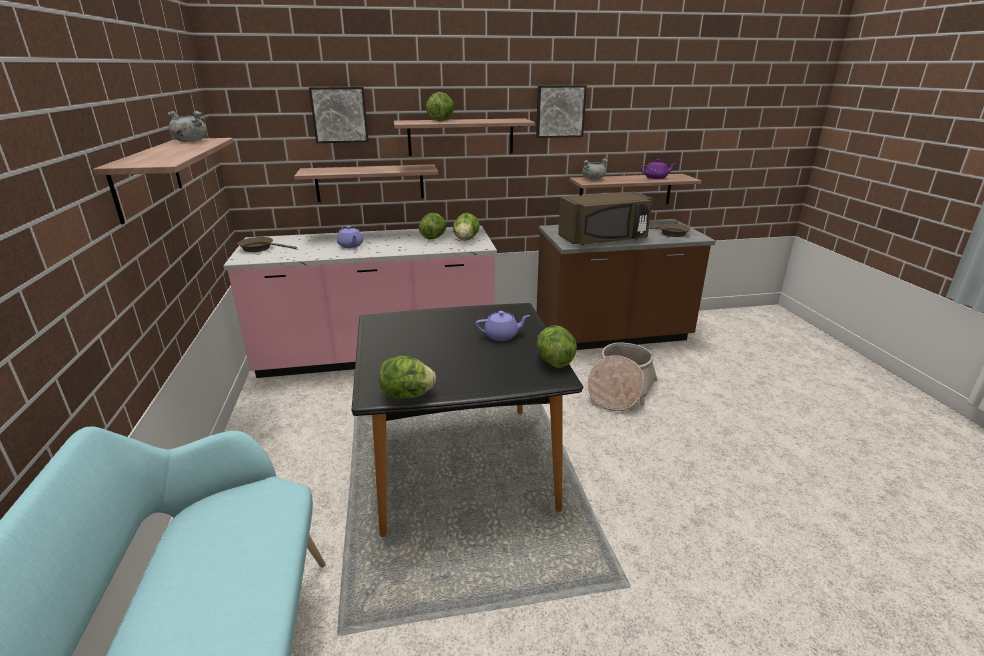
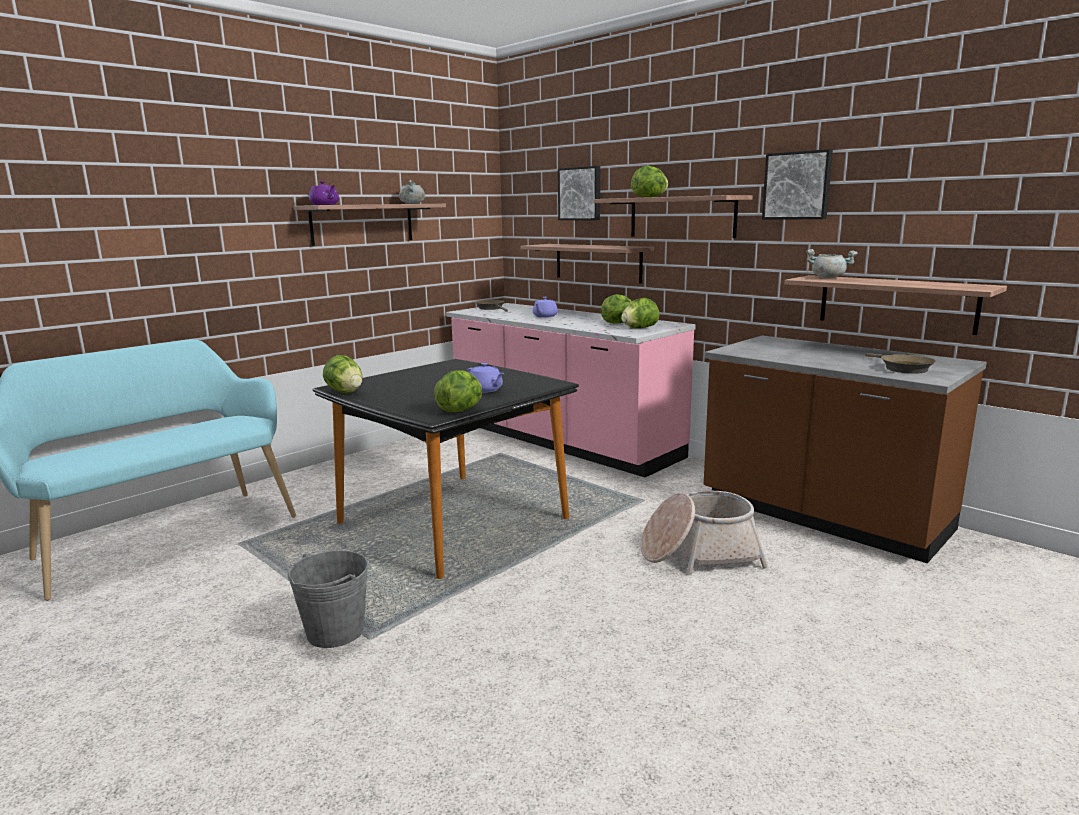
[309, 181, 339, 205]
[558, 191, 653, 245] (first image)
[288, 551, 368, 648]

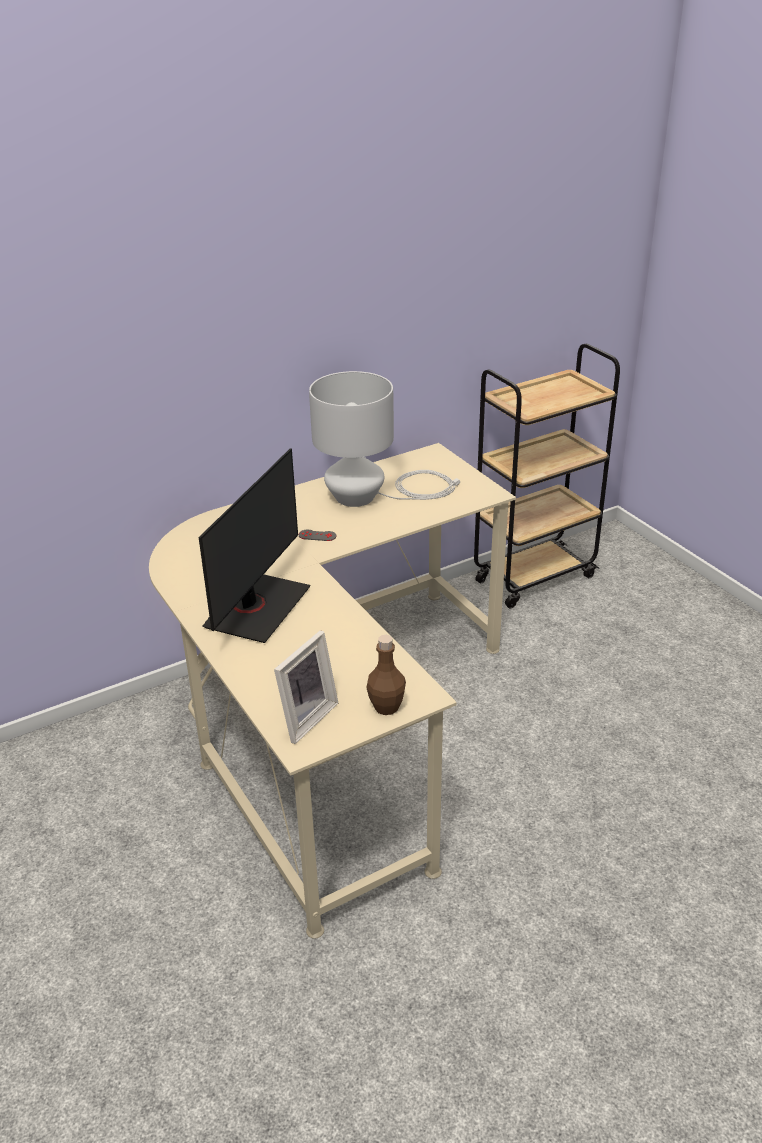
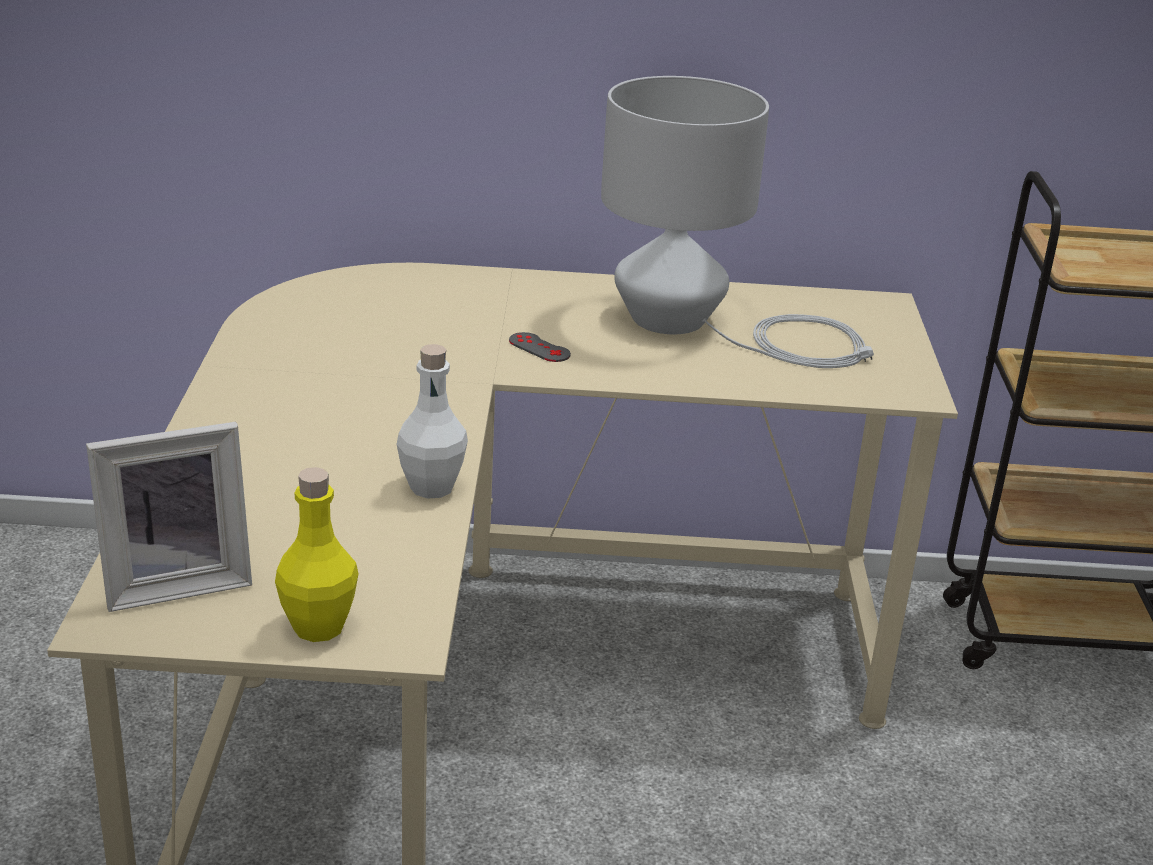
[199, 449, 311, 643] (first image)
[275, 467, 358, 642]
[397, 344, 468, 499]

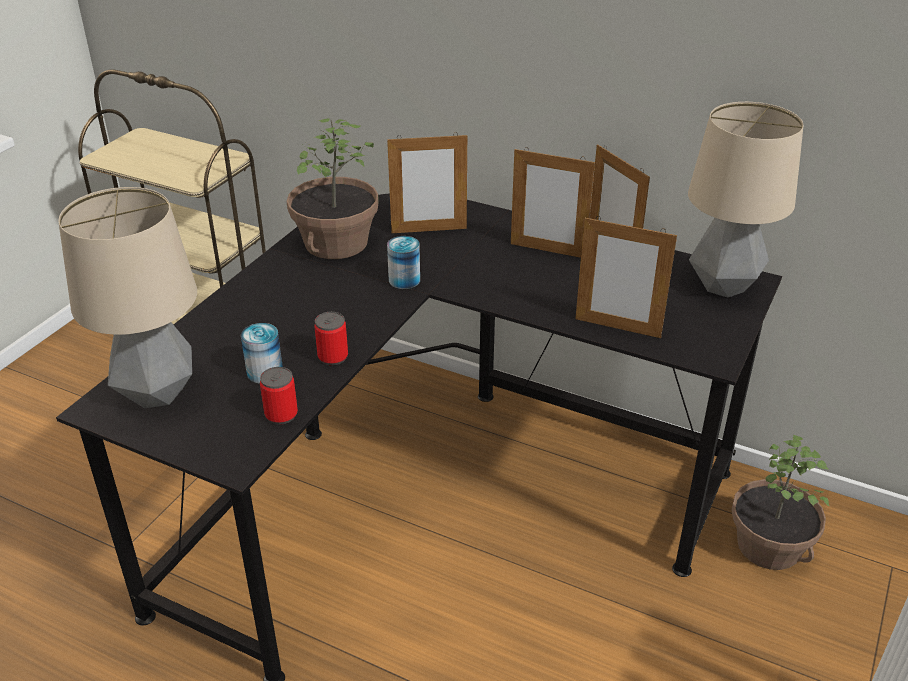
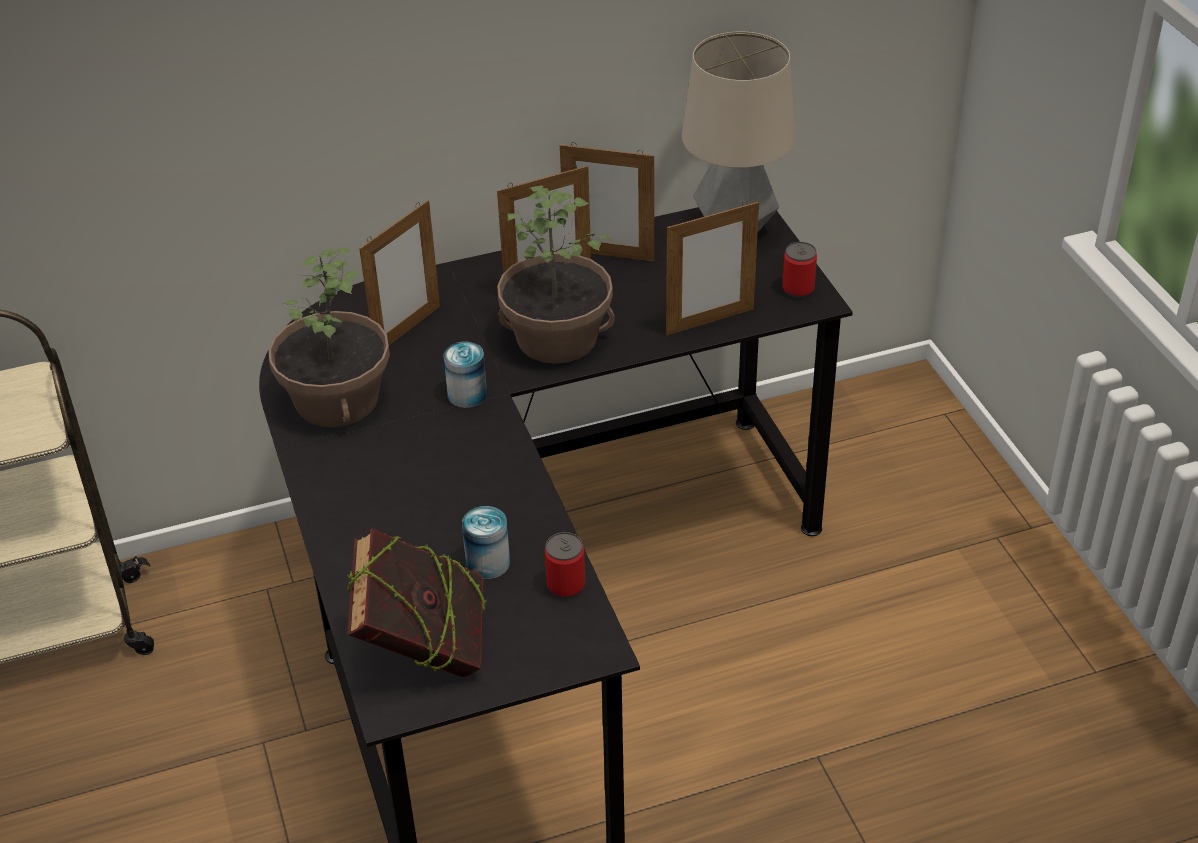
[347, 529, 486, 677]
[783, 242, 817, 298]
[497, 186, 615, 364]

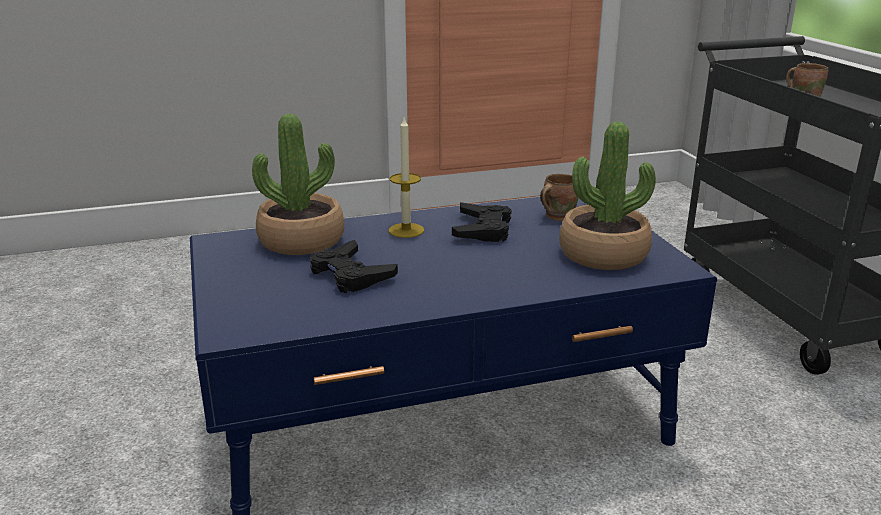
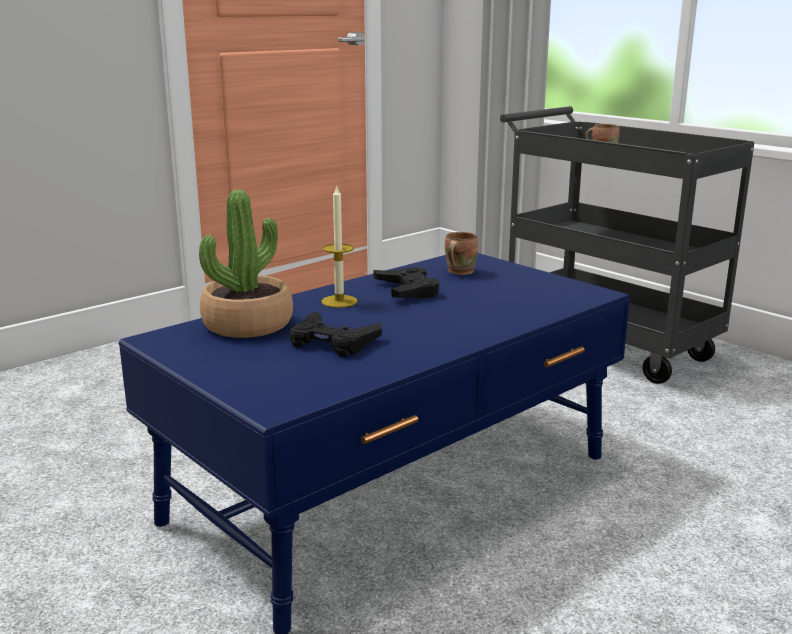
[559, 122, 656, 270] (first image)

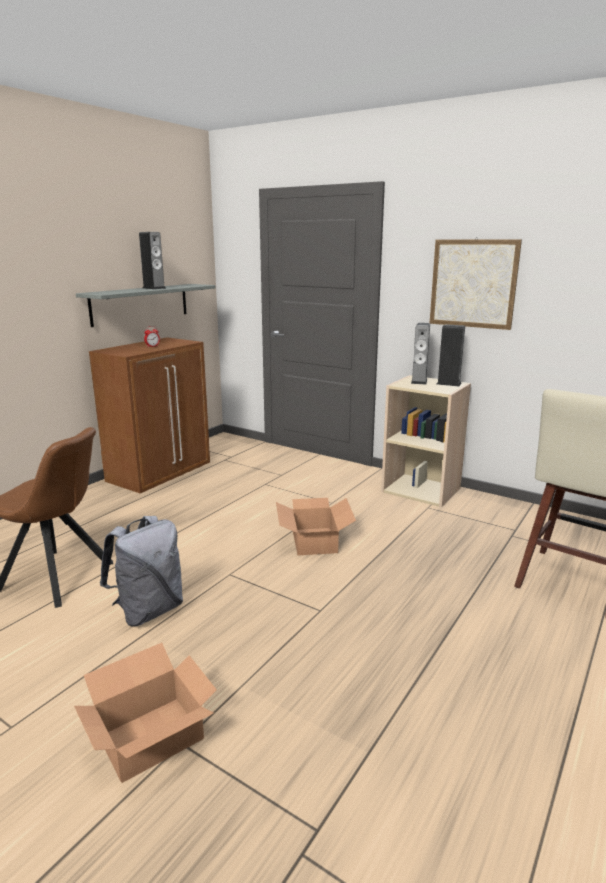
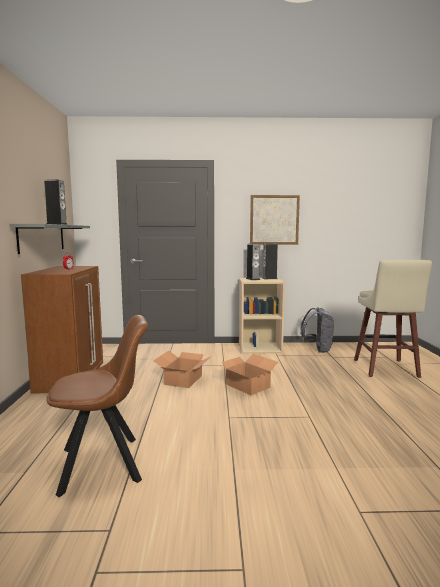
[300, 307, 334, 353]
[153, 351, 212, 388]

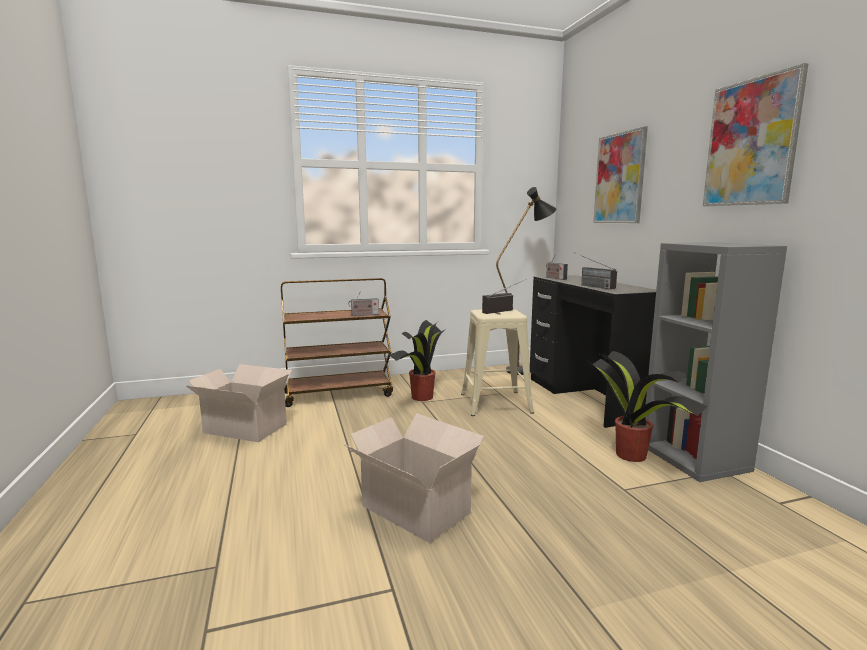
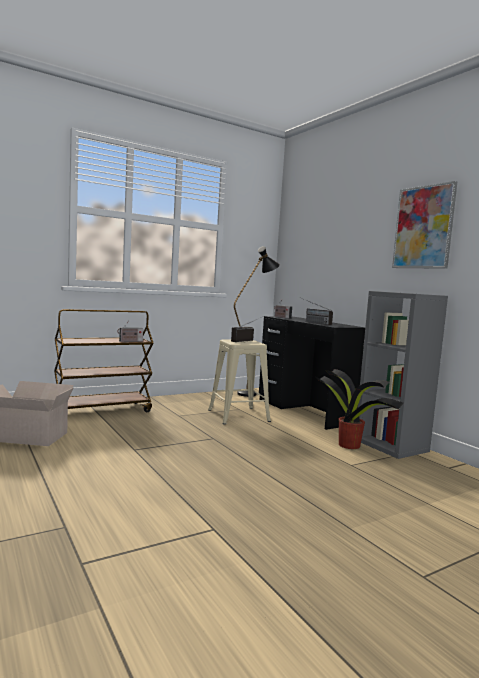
[593, 126, 648, 223] (first image)
[389, 320, 446, 401] (first image)
[344, 413, 484, 543] (first image)

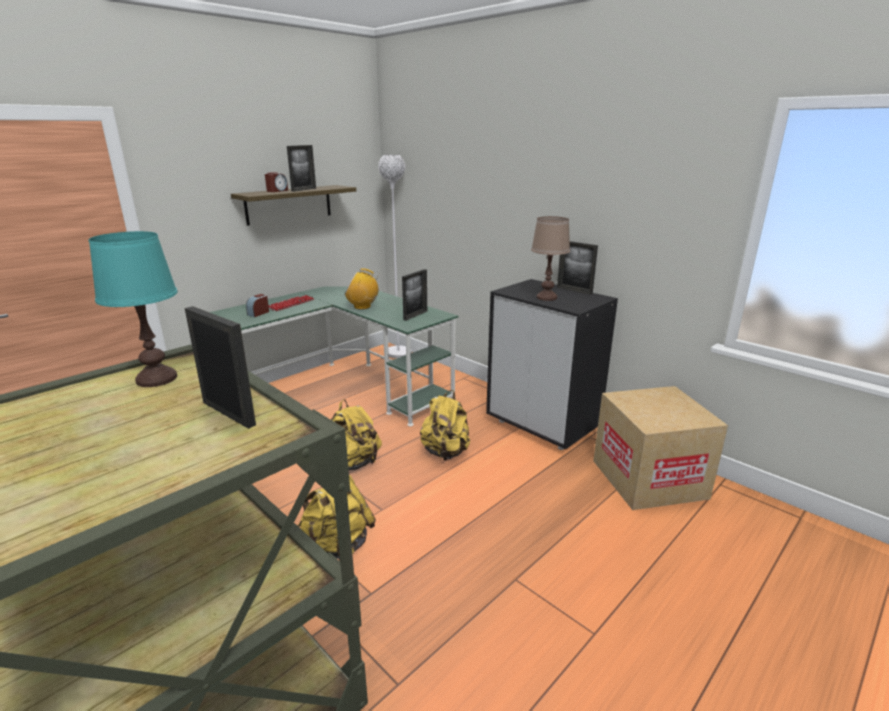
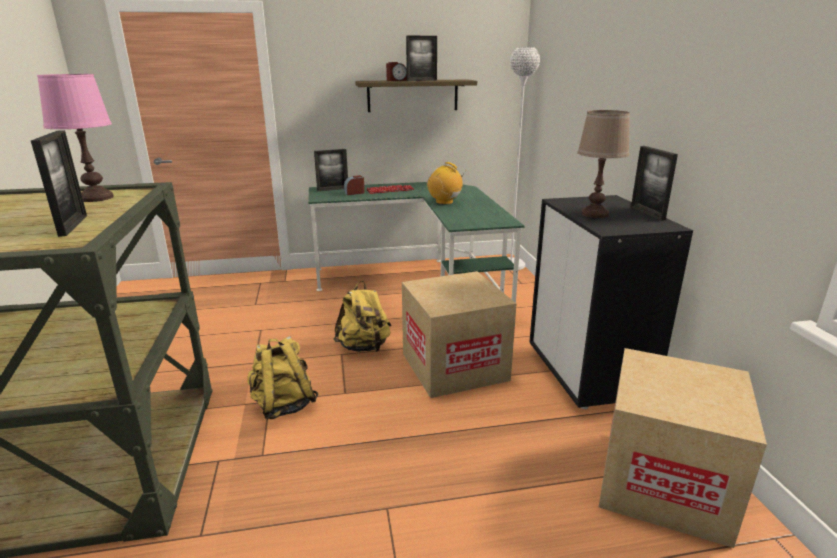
[37, 74, 114, 202]
[314, 149, 348, 191]
[402, 271, 516, 398]

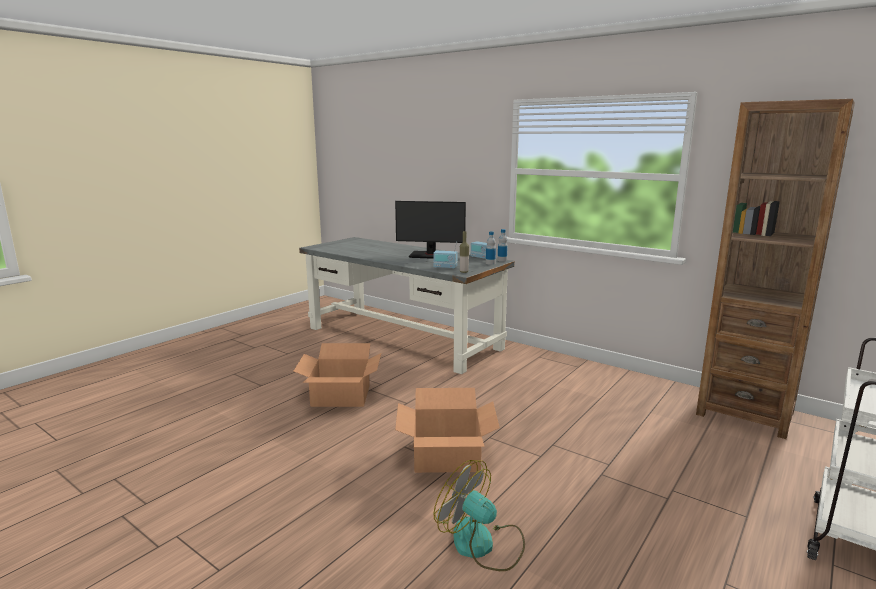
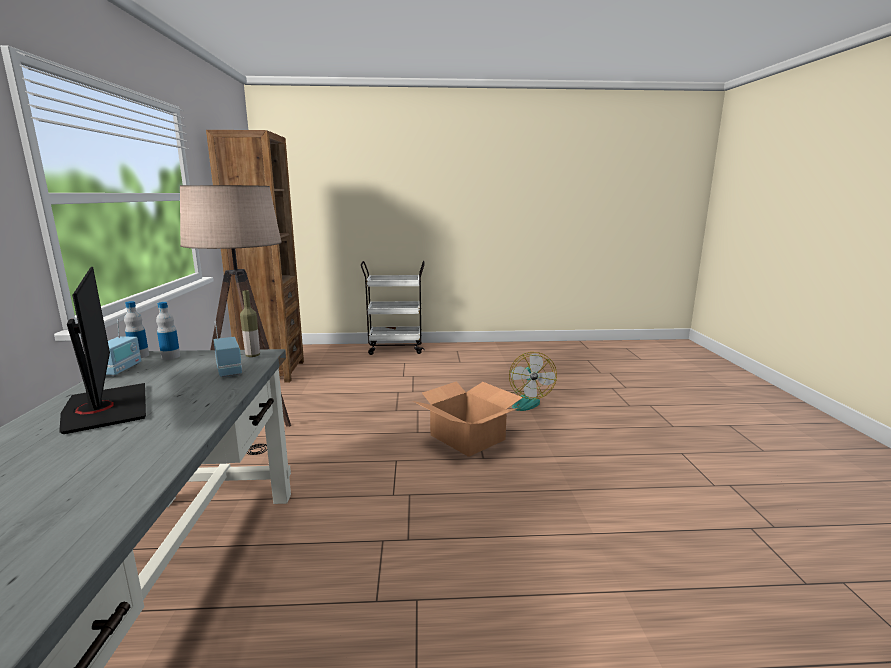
[294, 343, 381, 407] (first image)
[180, 185, 291, 455]

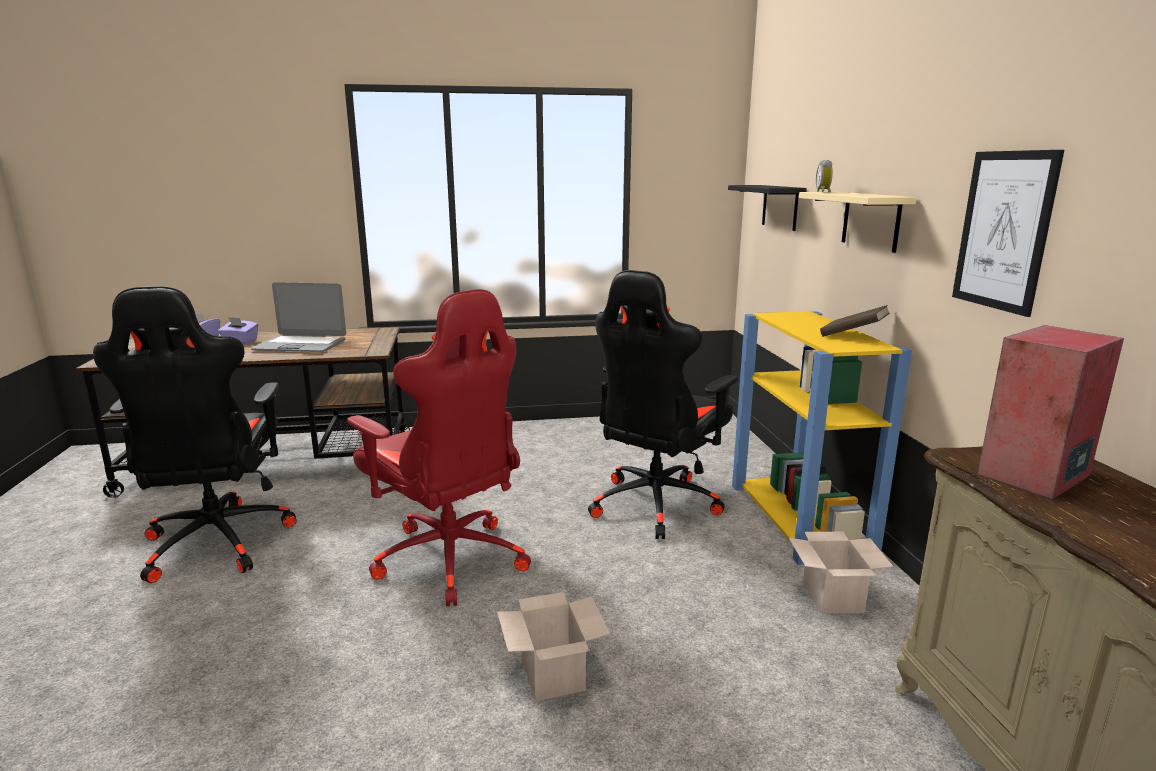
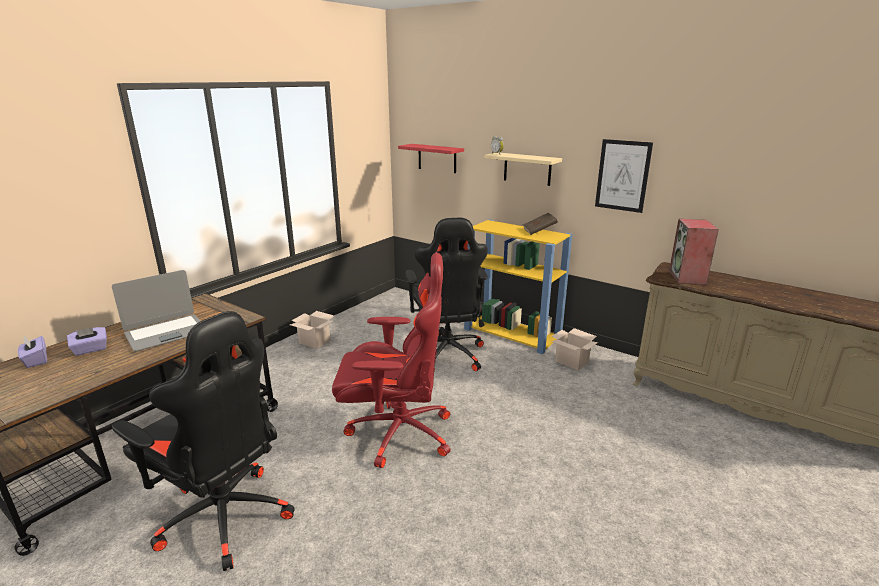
[398, 144, 464, 173]
[290, 311, 334, 349]

